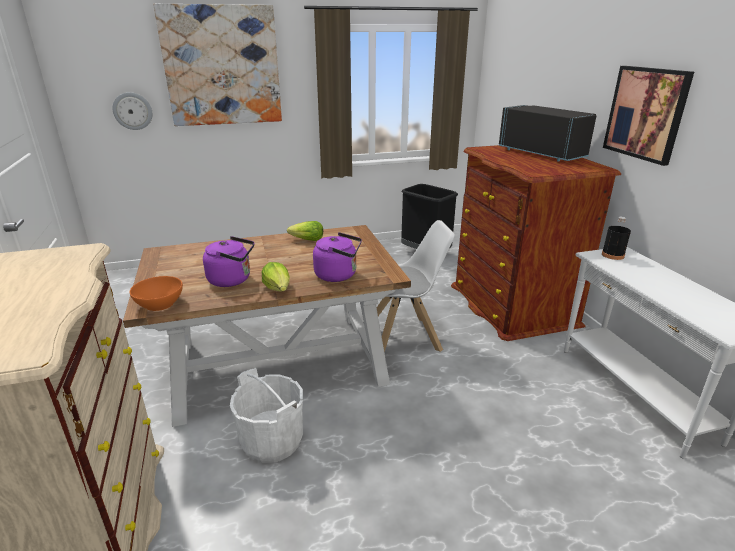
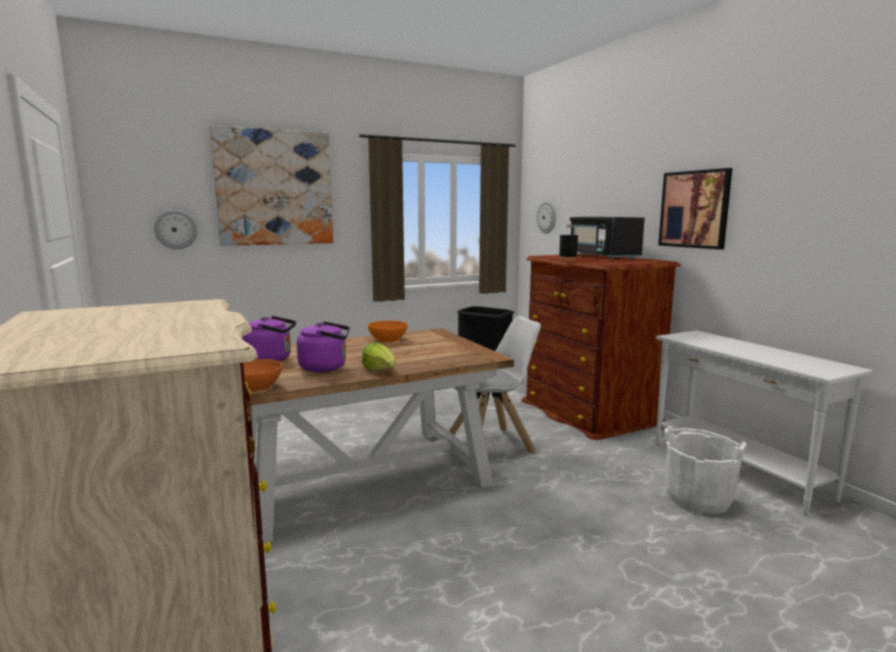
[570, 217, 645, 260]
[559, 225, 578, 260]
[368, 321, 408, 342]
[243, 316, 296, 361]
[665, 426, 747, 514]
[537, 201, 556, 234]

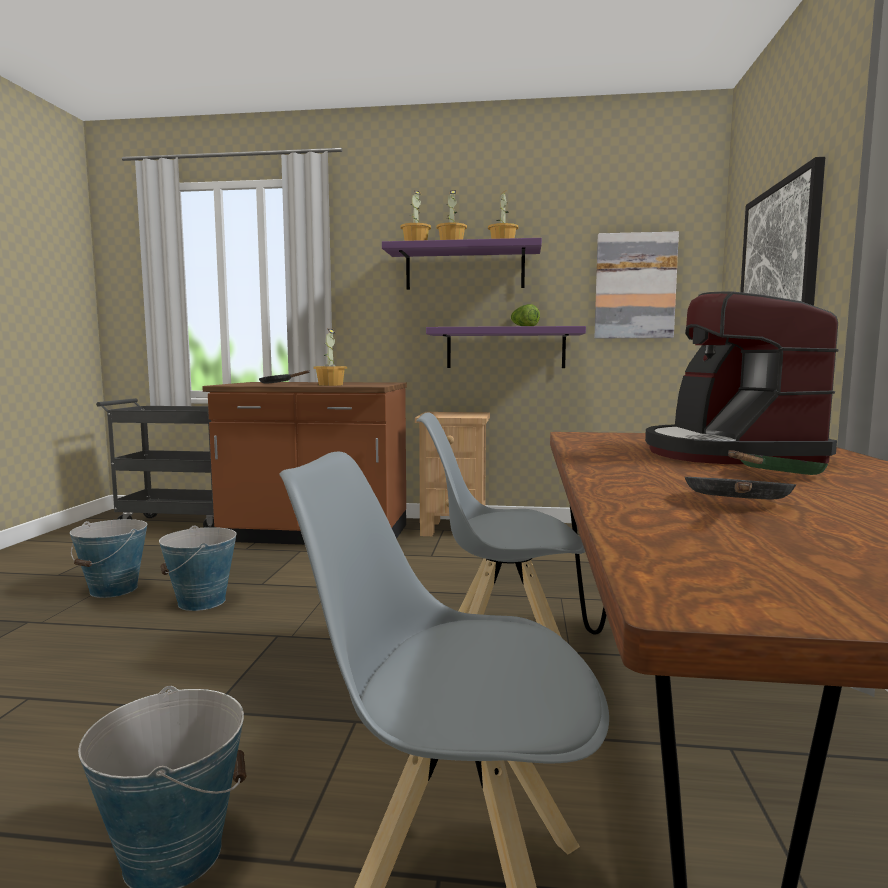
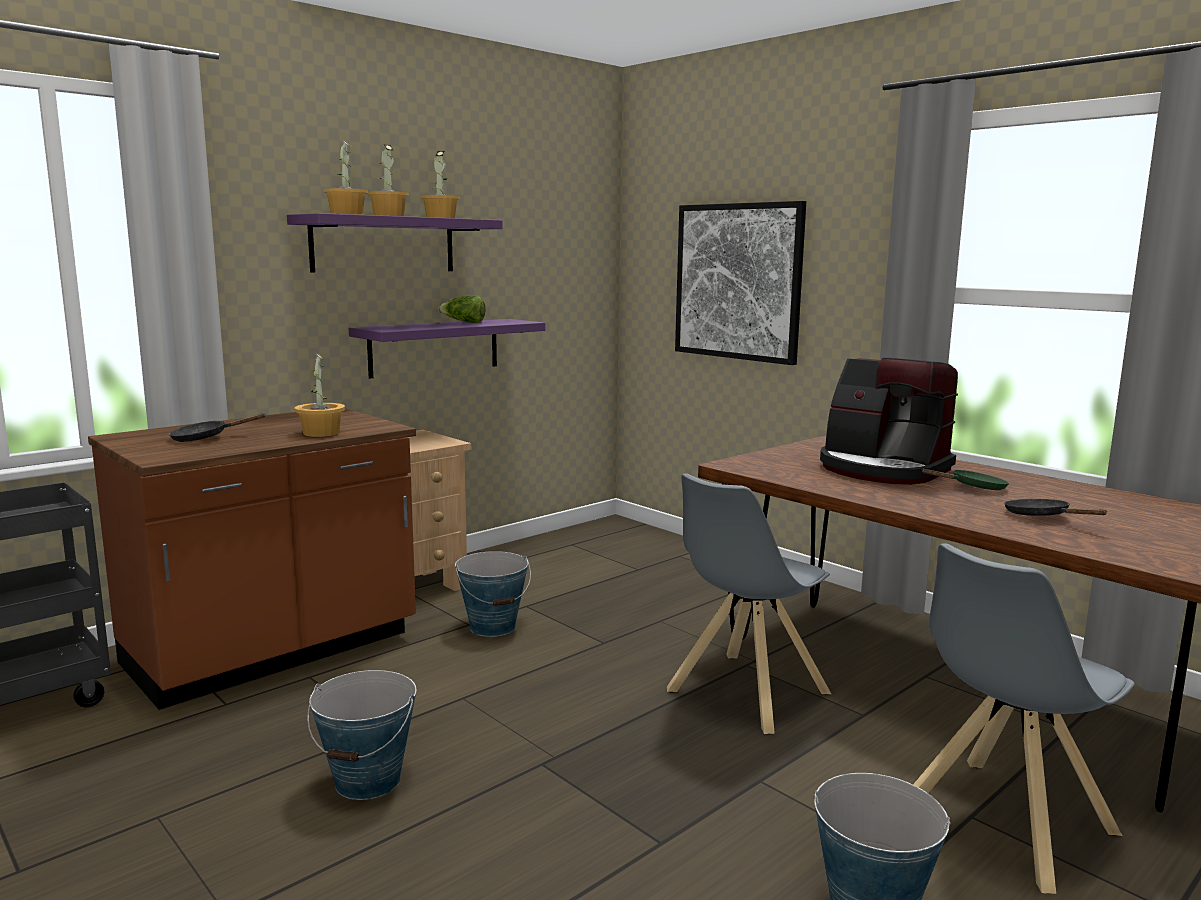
[595, 232, 679, 338] (first image)
[921, 469, 1009, 490]
[455, 551, 531, 637]

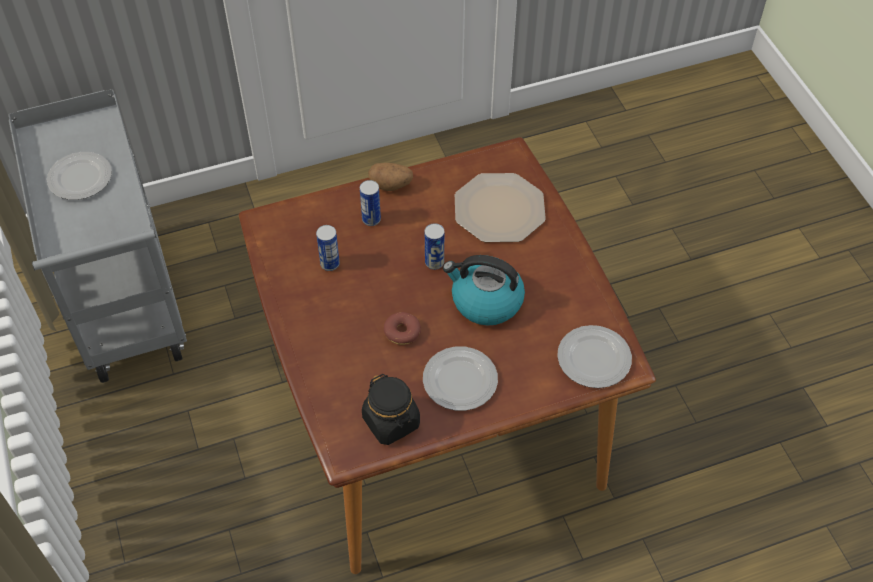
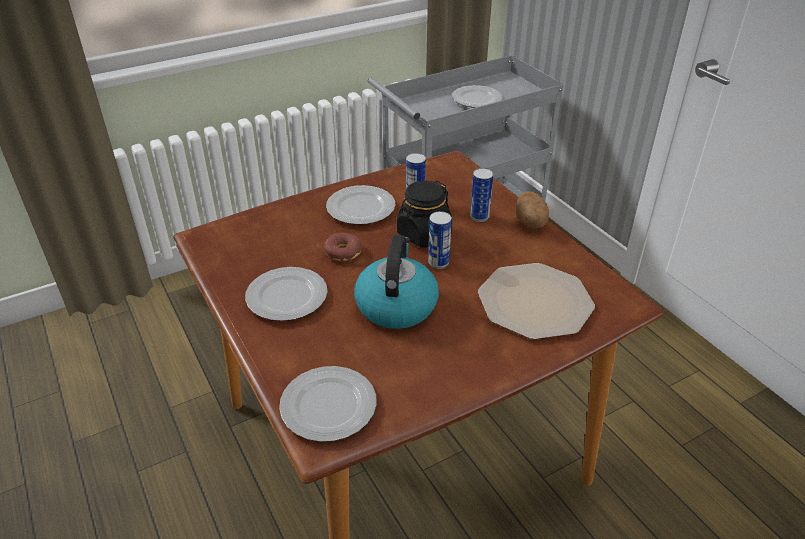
[397, 181, 452, 248]
[326, 185, 395, 225]

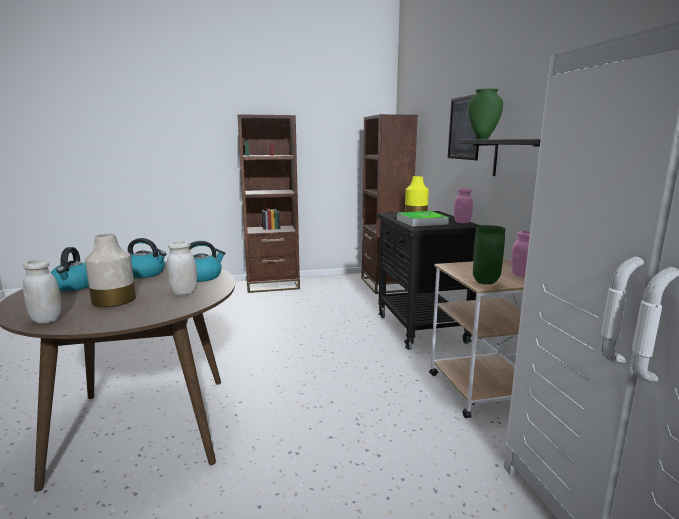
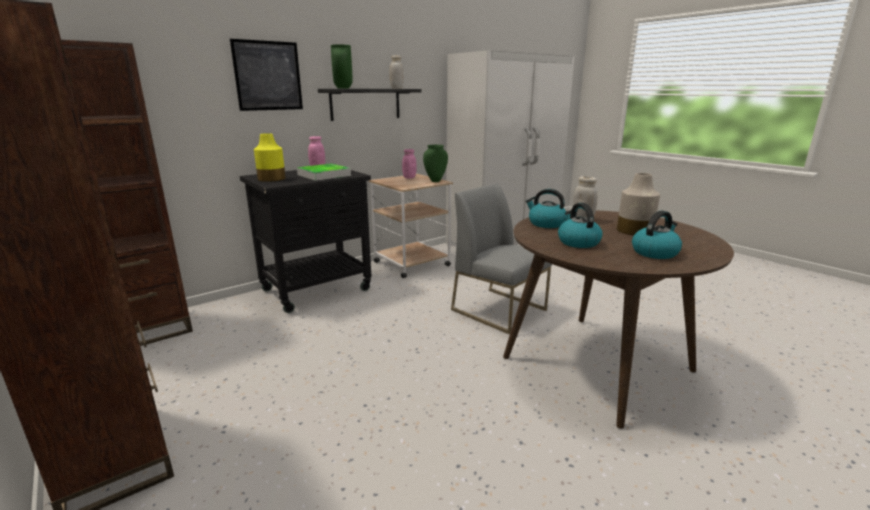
[389, 55, 404, 89]
[451, 183, 552, 334]

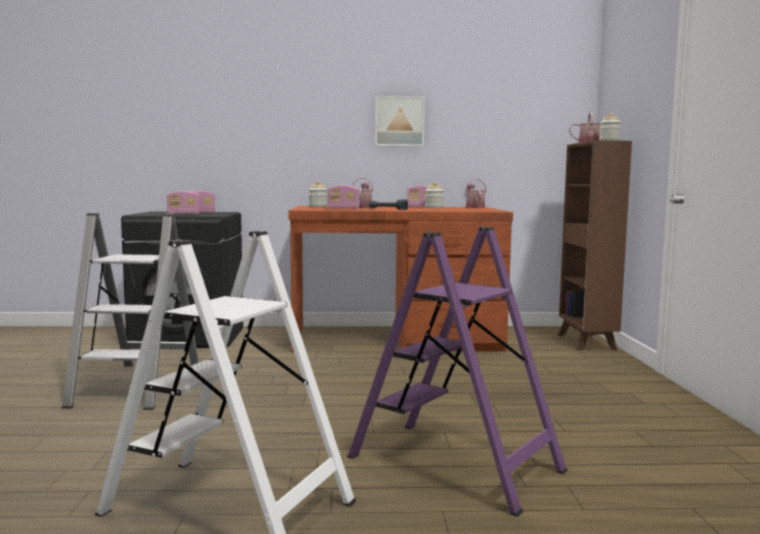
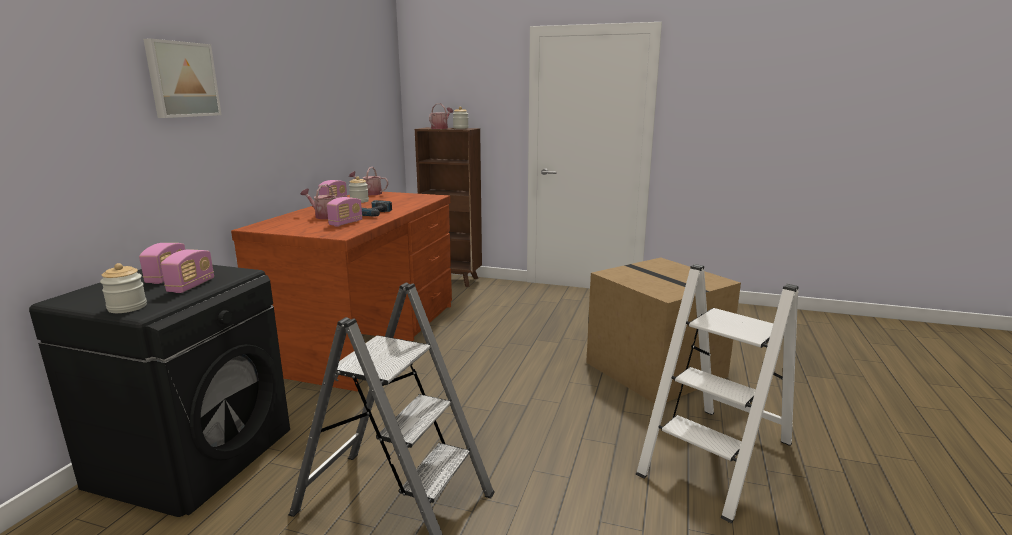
[143, 38, 222, 118]
[100, 263, 147, 313]
[586, 258, 741, 404]

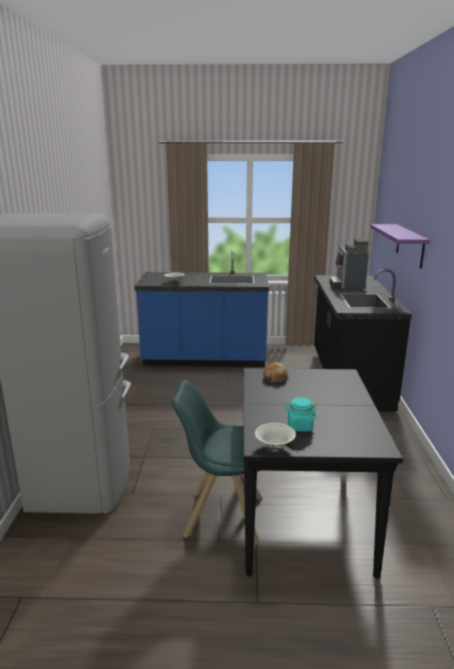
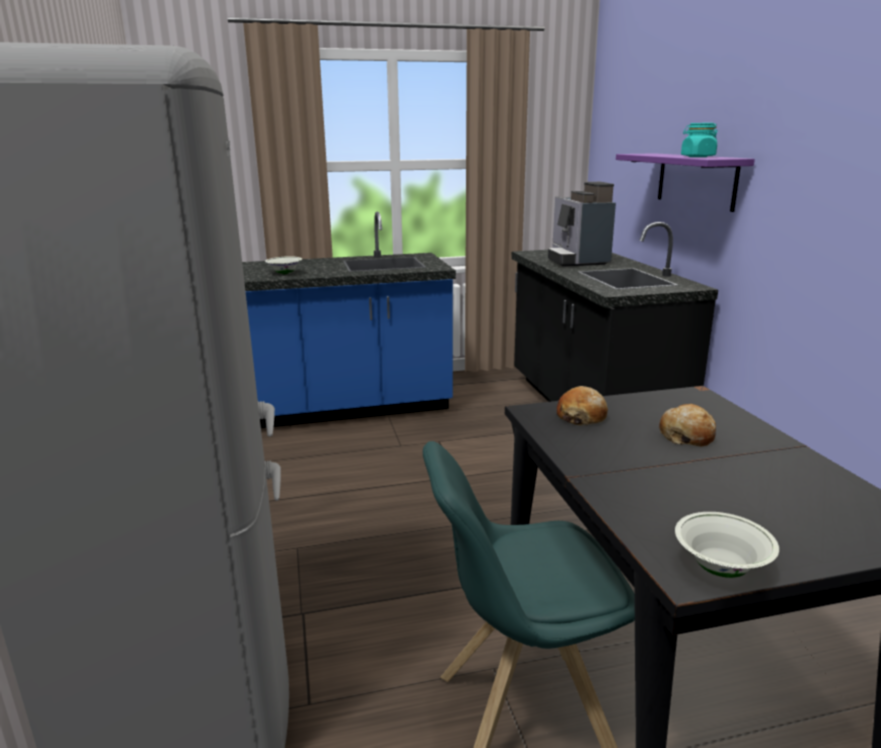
[681, 123, 718, 157]
[659, 404, 716, 446]

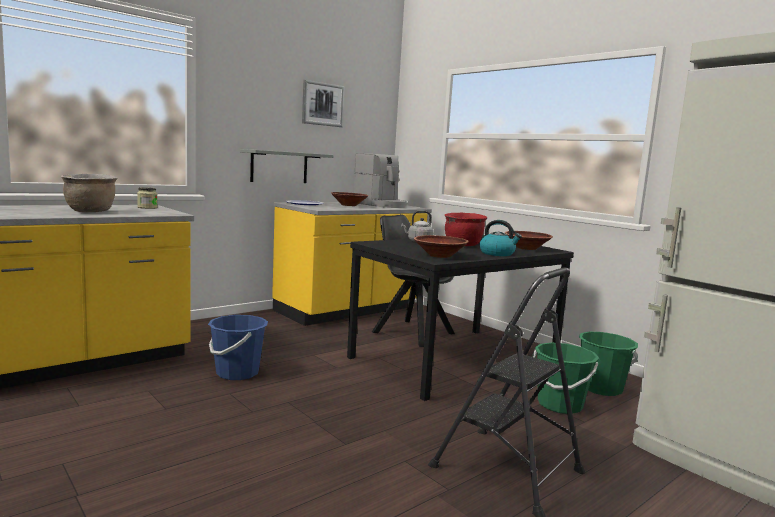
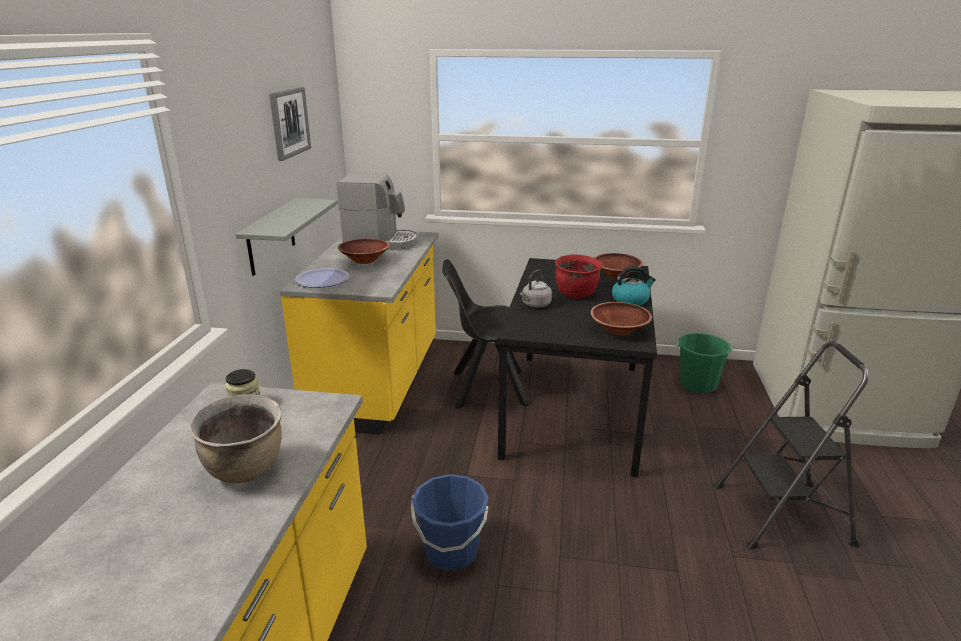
[533, 343, 599, 414] (first image)

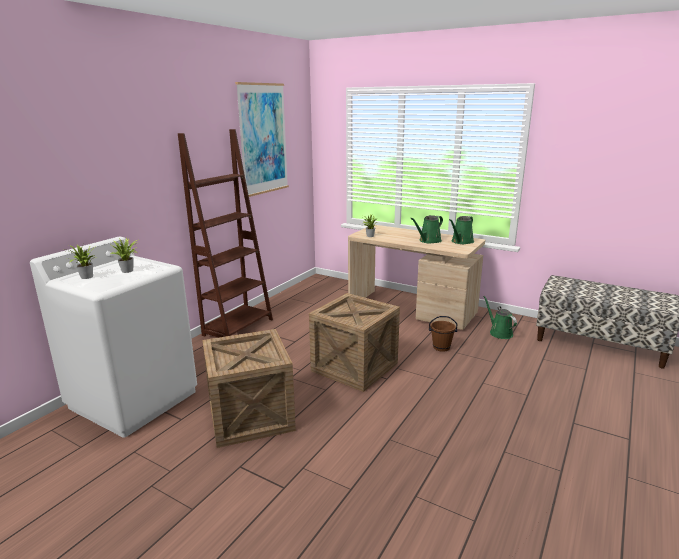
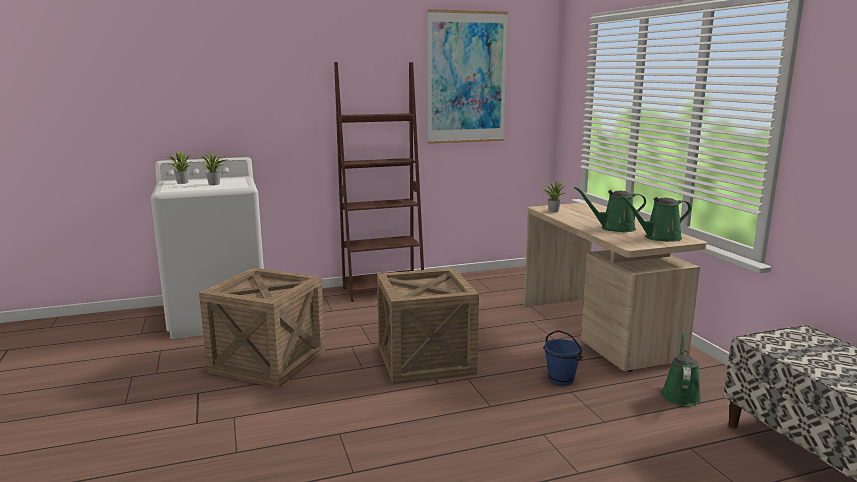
[543, 330, 583, 386]

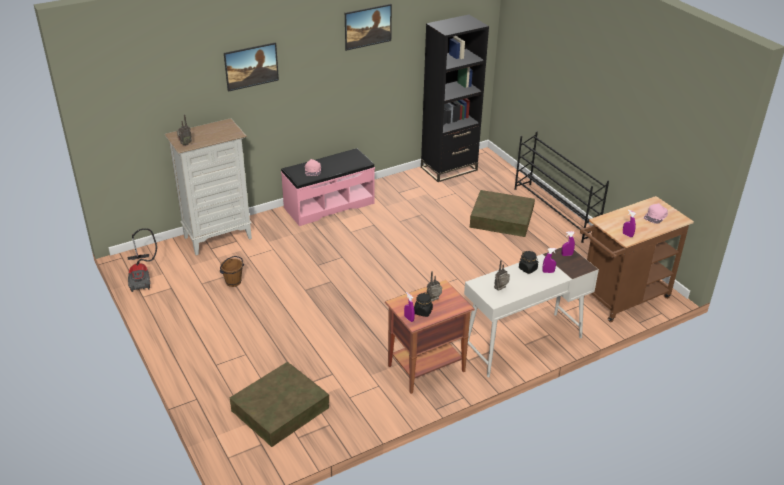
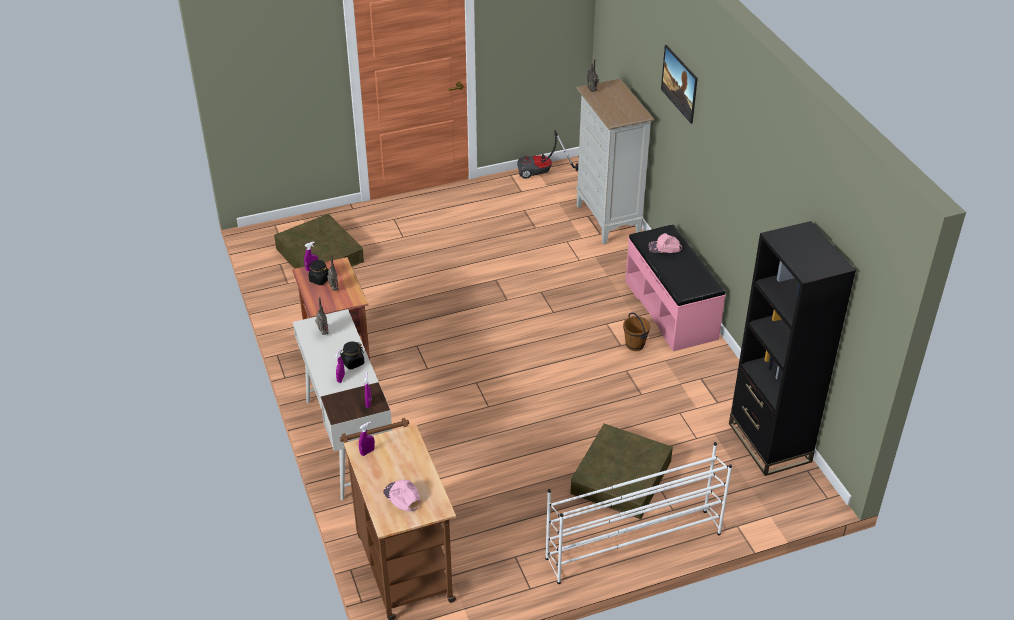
[345, 4, 392, 51] (first image)
[545, 442, 732, 584]
[623, 313, 651, 351]

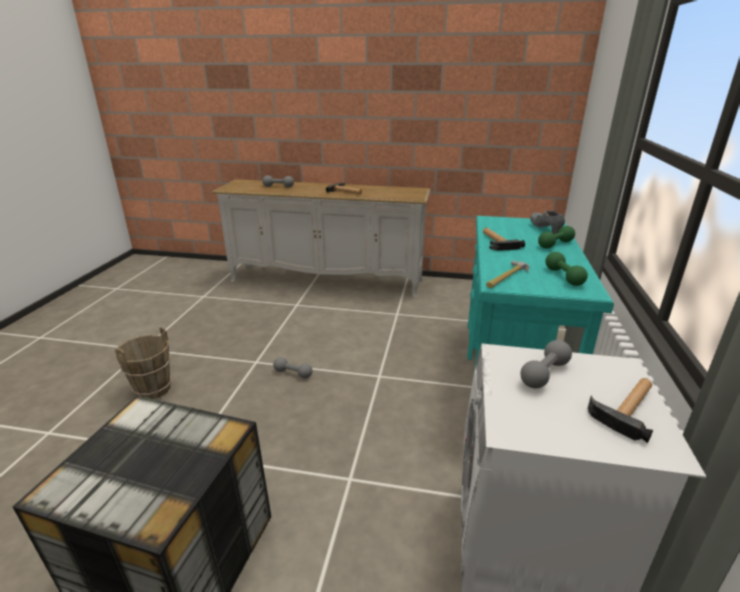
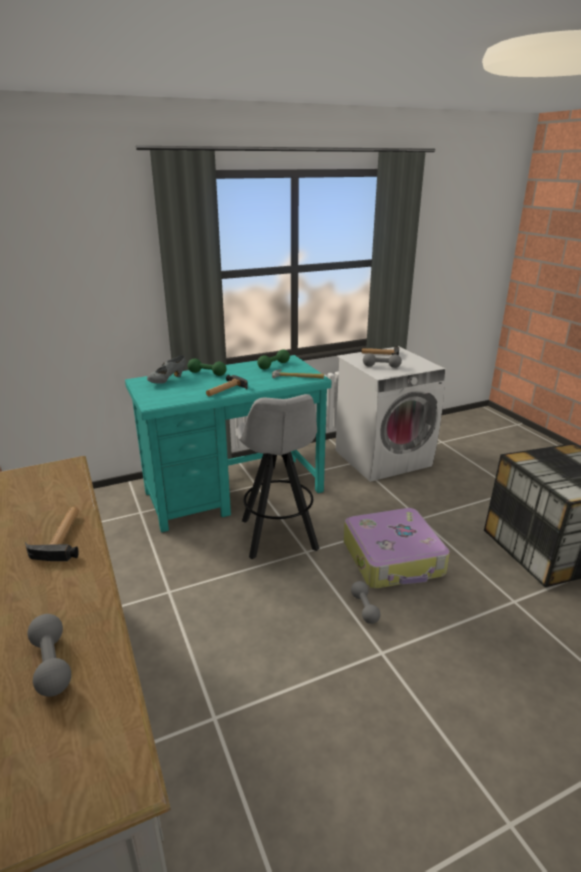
[114, 327, 172, 399] (first image)
[237, 394, 319, 559]
[344, 508, 450, 589]

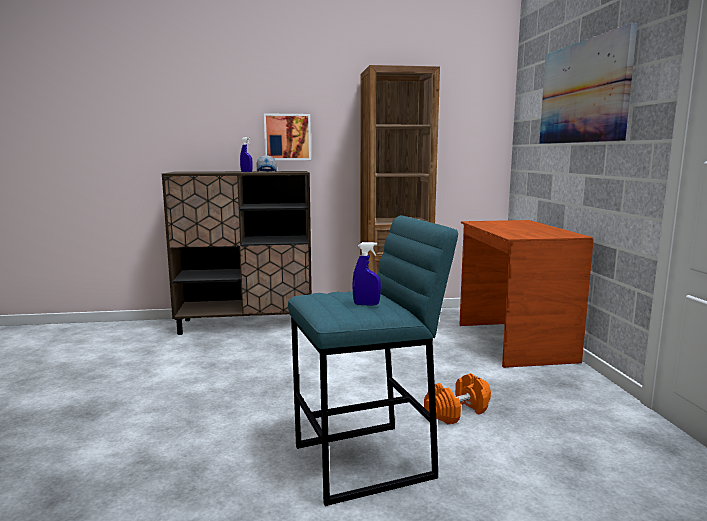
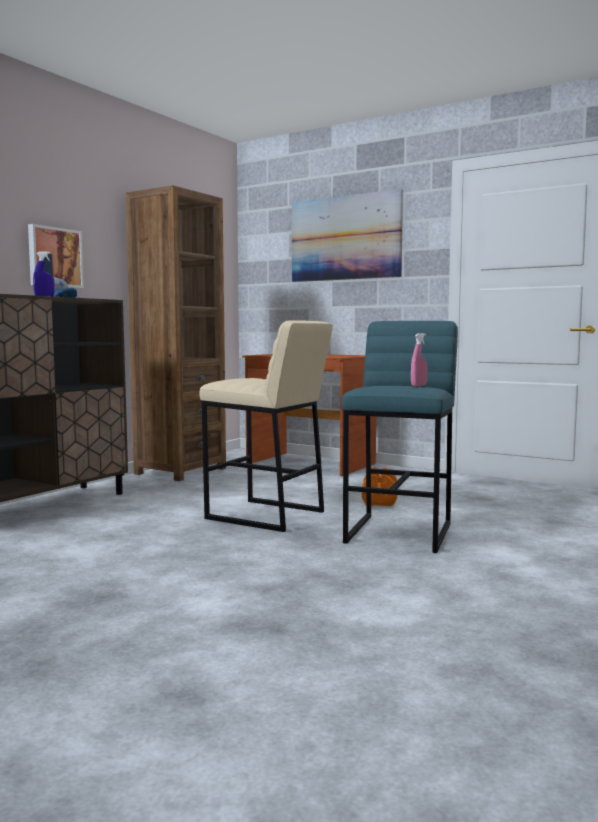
[411, 333, 427, 386]
[200, 320, 333, 532]

